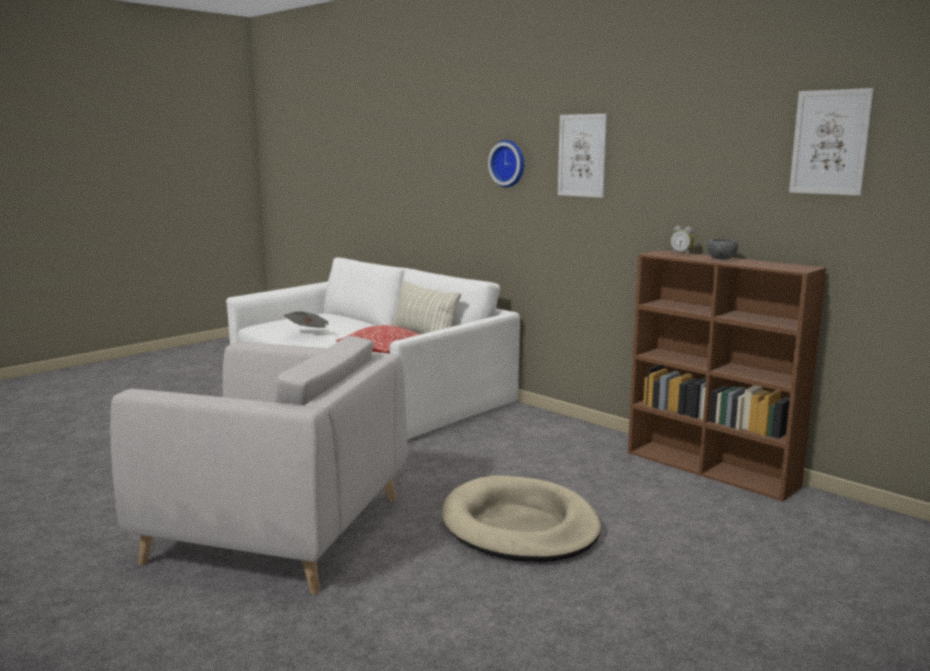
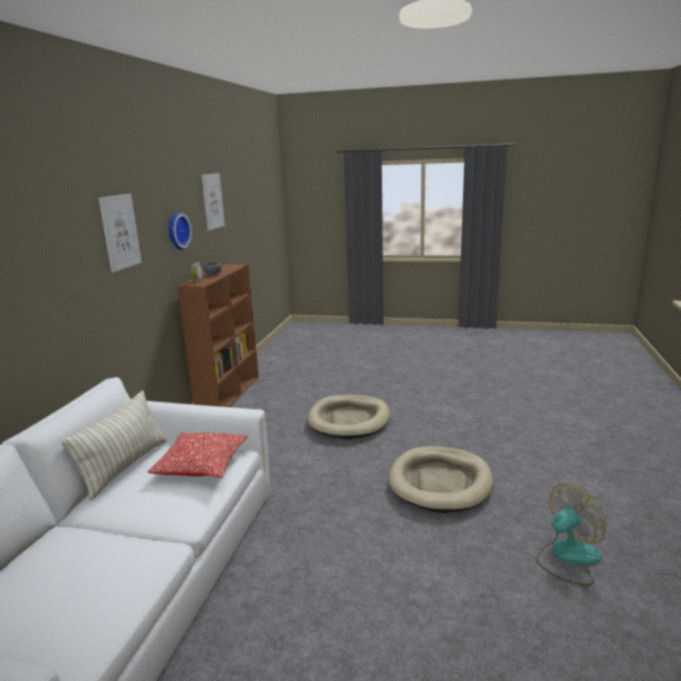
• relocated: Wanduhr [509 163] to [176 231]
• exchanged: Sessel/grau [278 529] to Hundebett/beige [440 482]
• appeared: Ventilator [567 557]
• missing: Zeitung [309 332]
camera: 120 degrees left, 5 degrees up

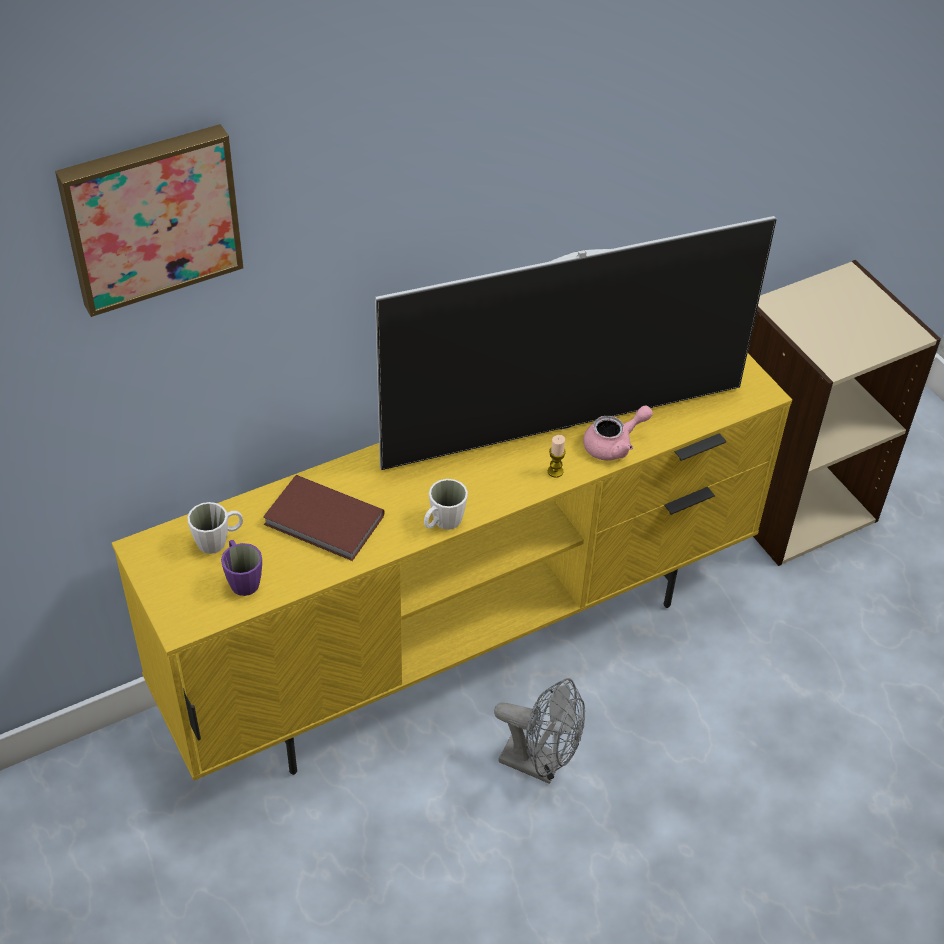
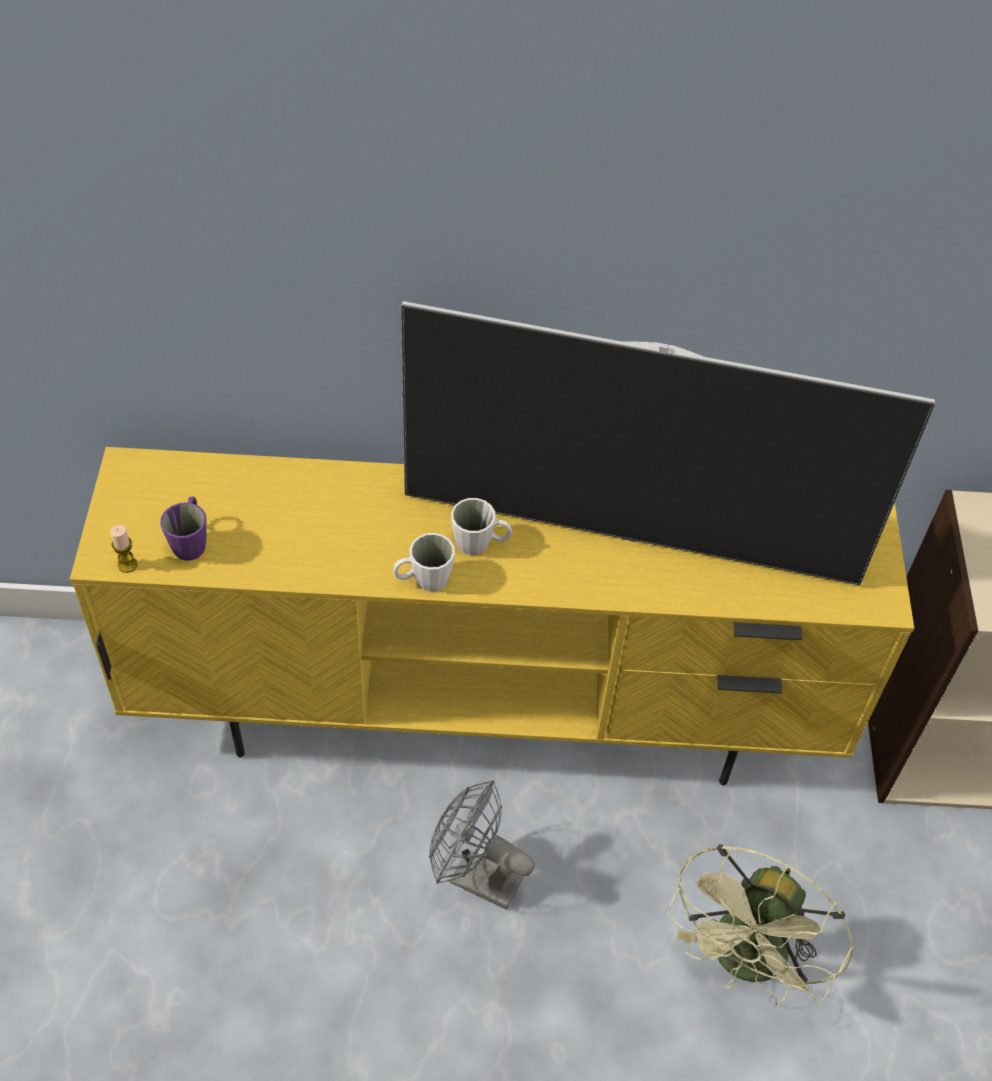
• relocated: Kerze [555 471] to [127 565]
• spun: Ventilator/grau [540 764] = [475 877] 150 degrees clockwise
• relocated: Henkelbecher/weiß [218 540] to [480 544]
• appeared: Ventilator/grün [745 963]
• missing: Bild [150 216]
• missing: Buch/braun [324 522]
• missing: Teekanne/rosa [614 445]
camera: 30 degrees right, 5 degrees up

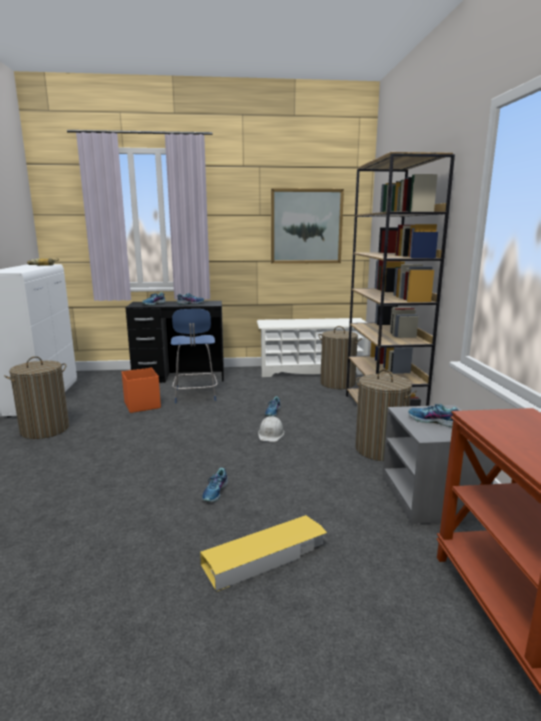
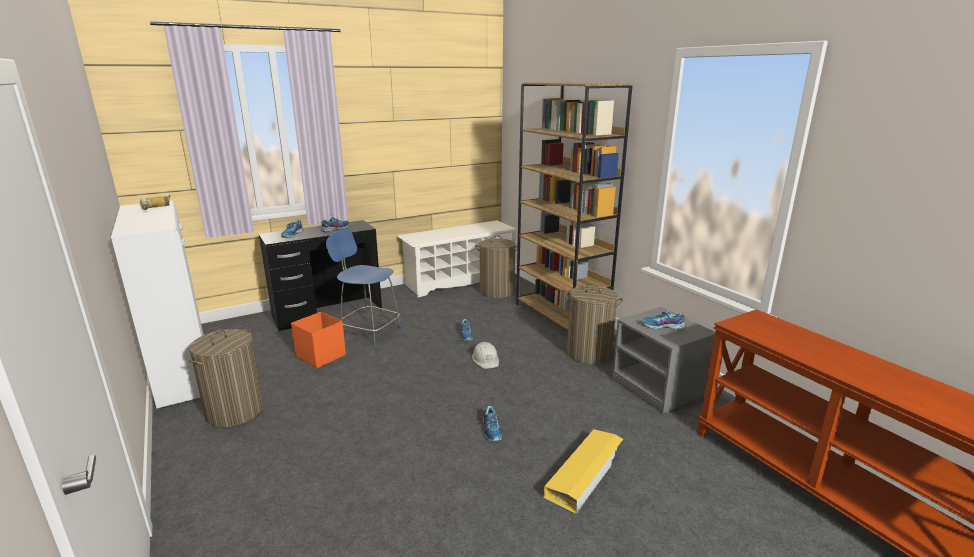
• spun: Stuhl/blau [195 395] = [369 332] 150 degrees clockwise
• missing: Bild [306 226]
camera: 25 degrees left, 5 degrees up

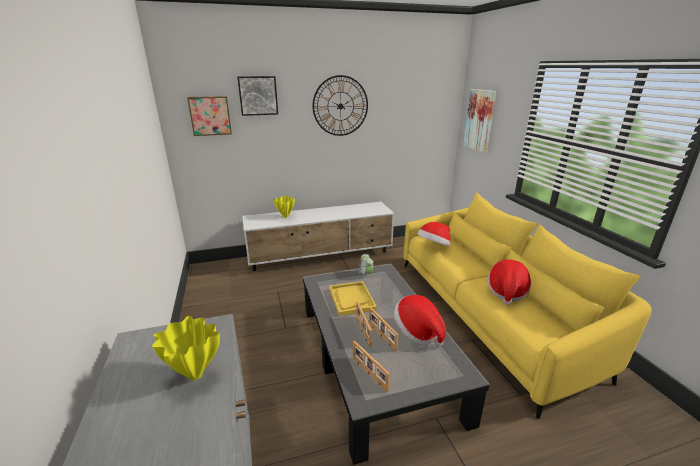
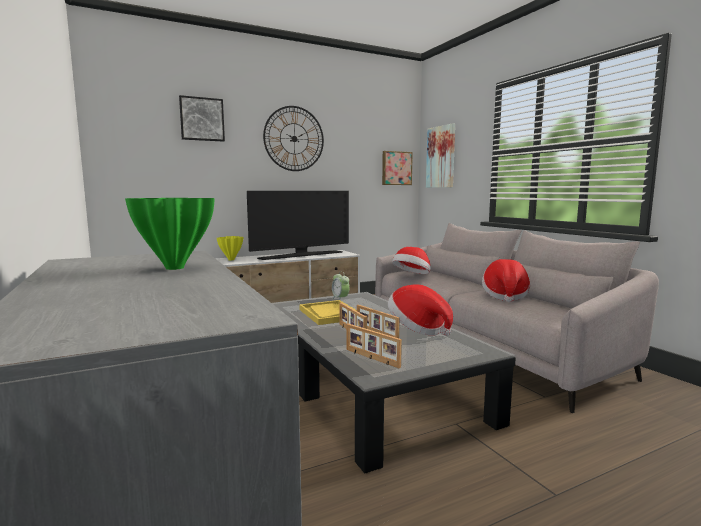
• colour: Vase/gelb [194 375] to Vase/grün [173 268]
• appeared: Fernseher [301 255]
• colour: Sofa/gelb [490 314] to Sofa/grau [486 342]
• relocated: Bild [210 115] to [396 168]
camera: 10 degrees left, 15 degrees down

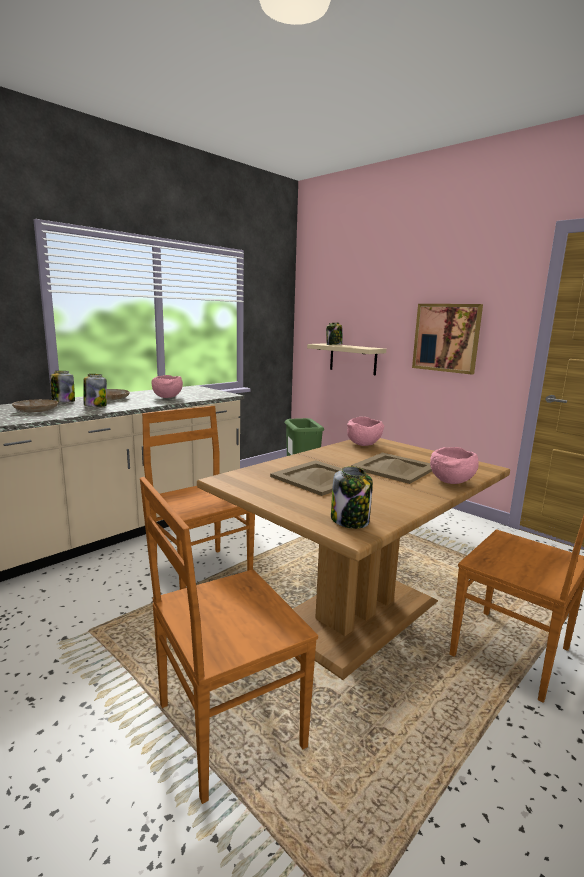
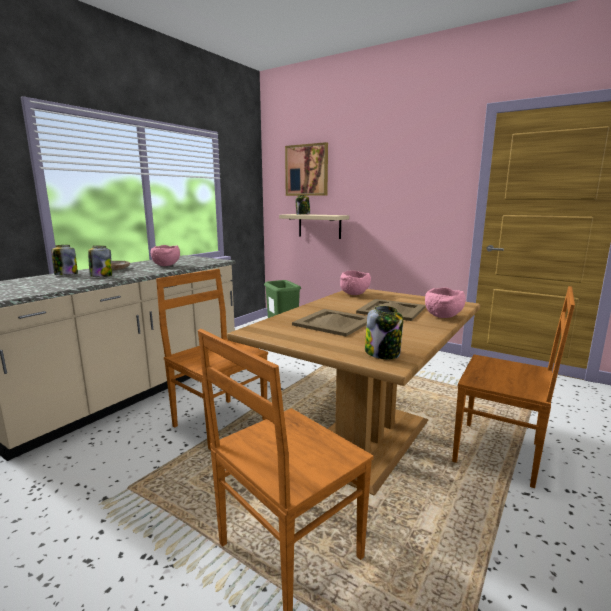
• relocated: Bild [446 338] to [307 170]
• missing: Teller/beige [36 410]
camera: 10 degrees left, 0 degrees up

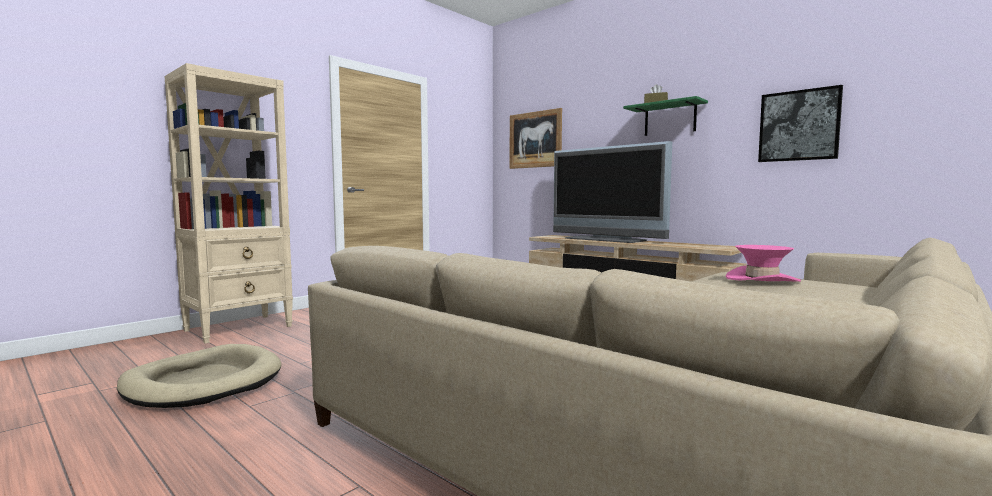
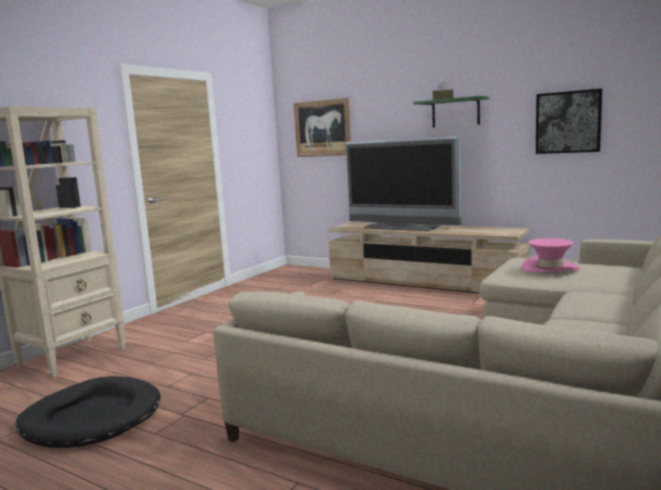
• colour: Hundebett/beige [203 382] to Hundebett/schwarz [92 417]
camera: 10 degrees left, 5 degrees up

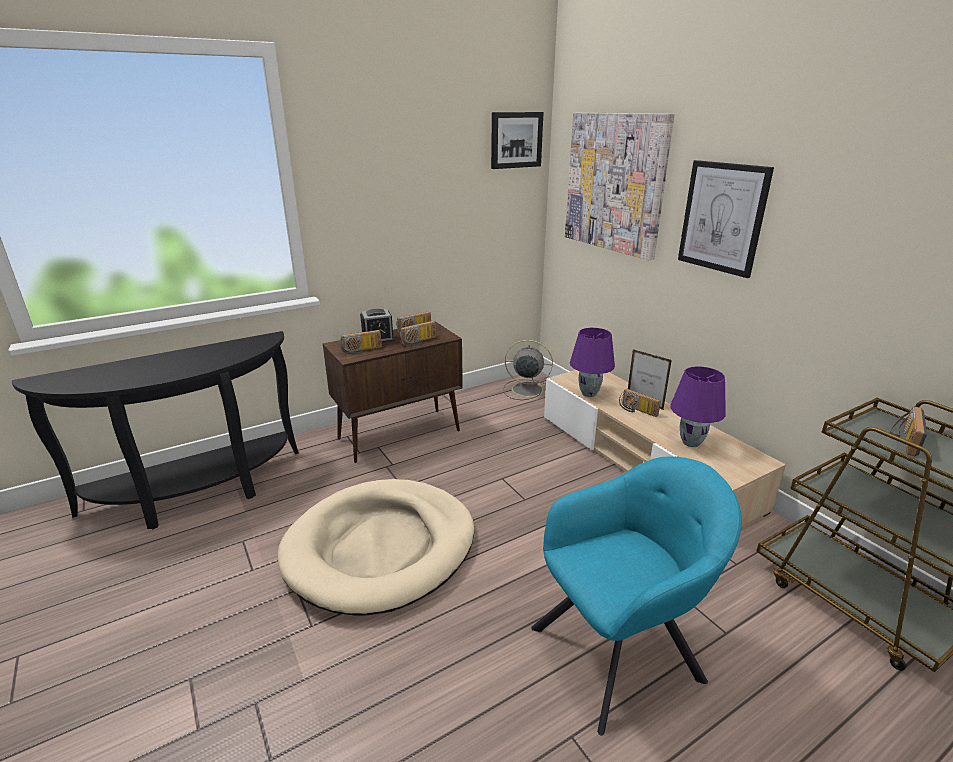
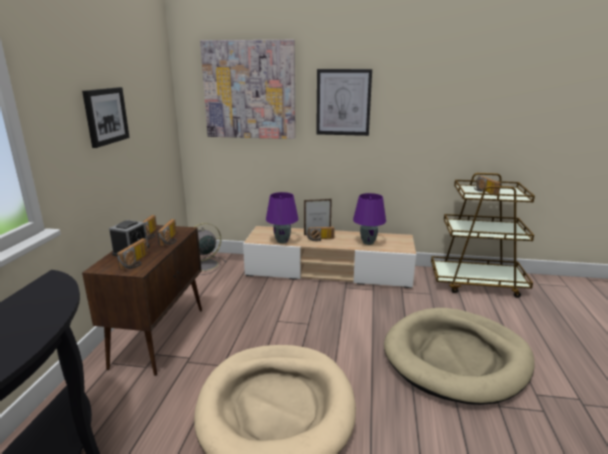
• relocated: Bild [516 140] to [105 116]
• exchanged: Sessel/türkis [621 650] to Hundebett/beige [456 358]
camera: 50 degrees left, 5 degrees down

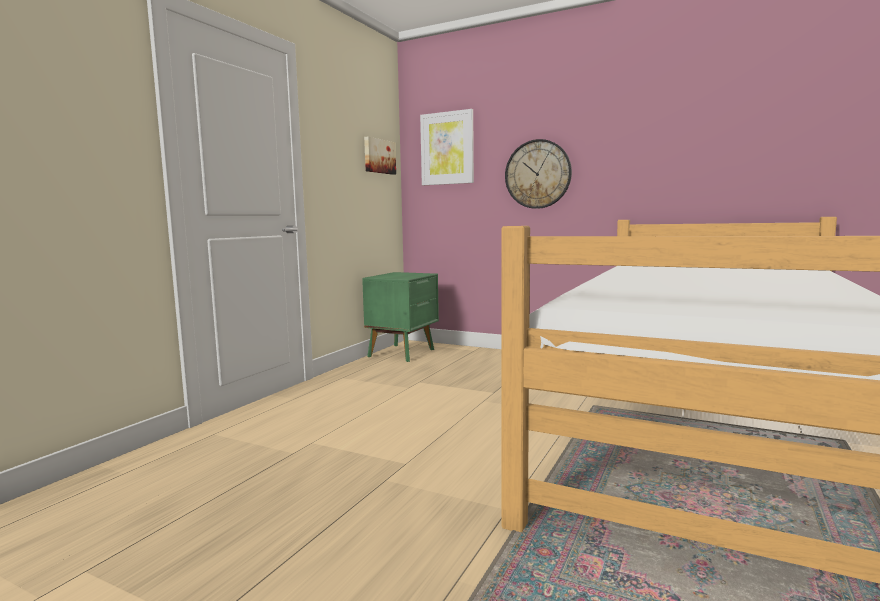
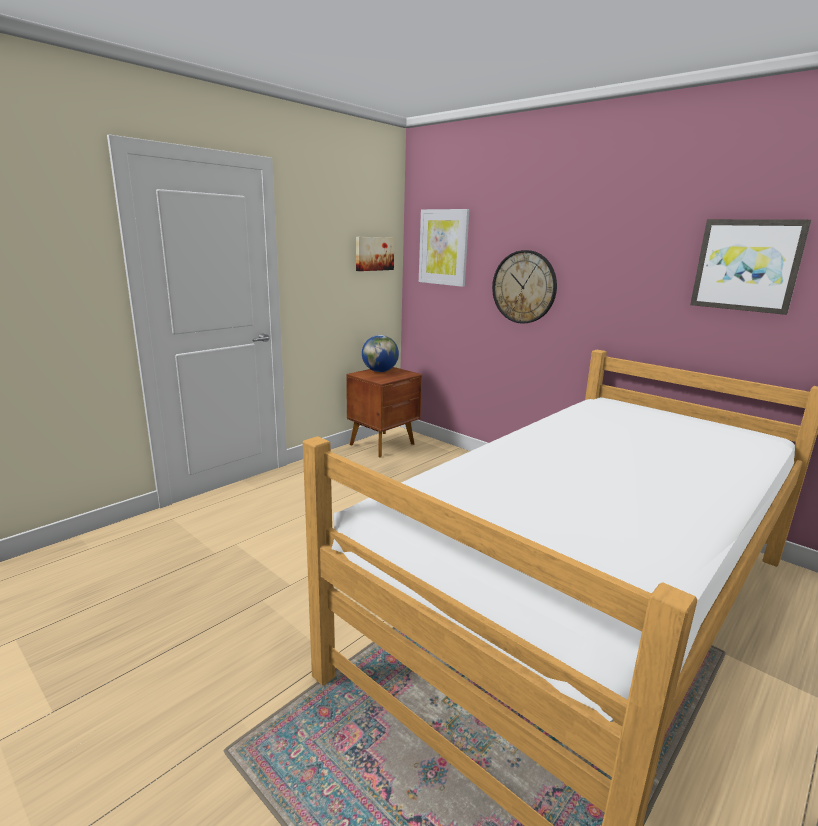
• colour: Nachttisch/grün [403 353] to Nachttisch/braun [383 444]
• appeared: Globus [380 371]
• appeared: Bild [746 265]
camera: 15 degrees right, 10 degrees up

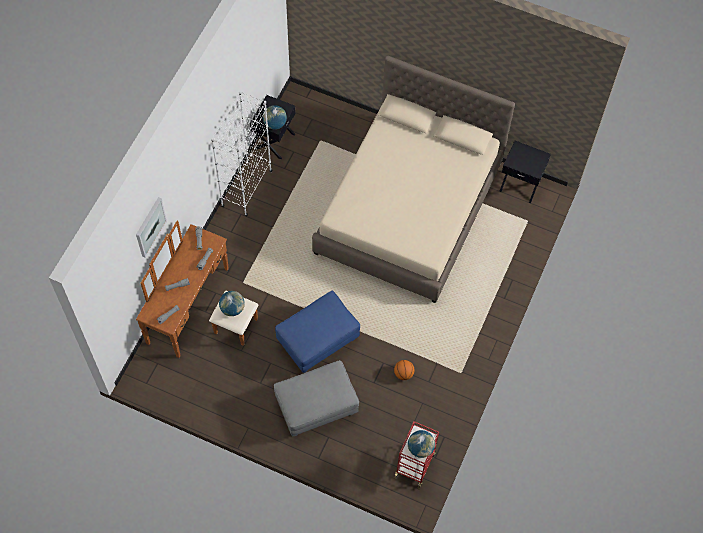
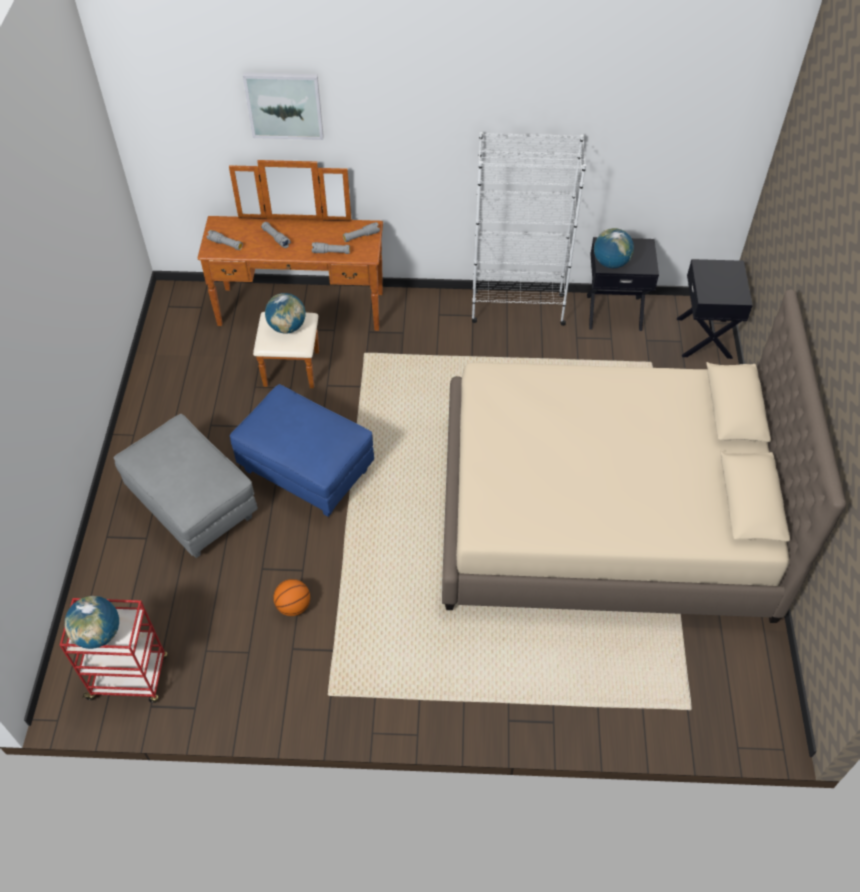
• relocated: Nachttisch/schwarz [520 184] to [705 338]
camera: 70 degrees right, 10 degrees down

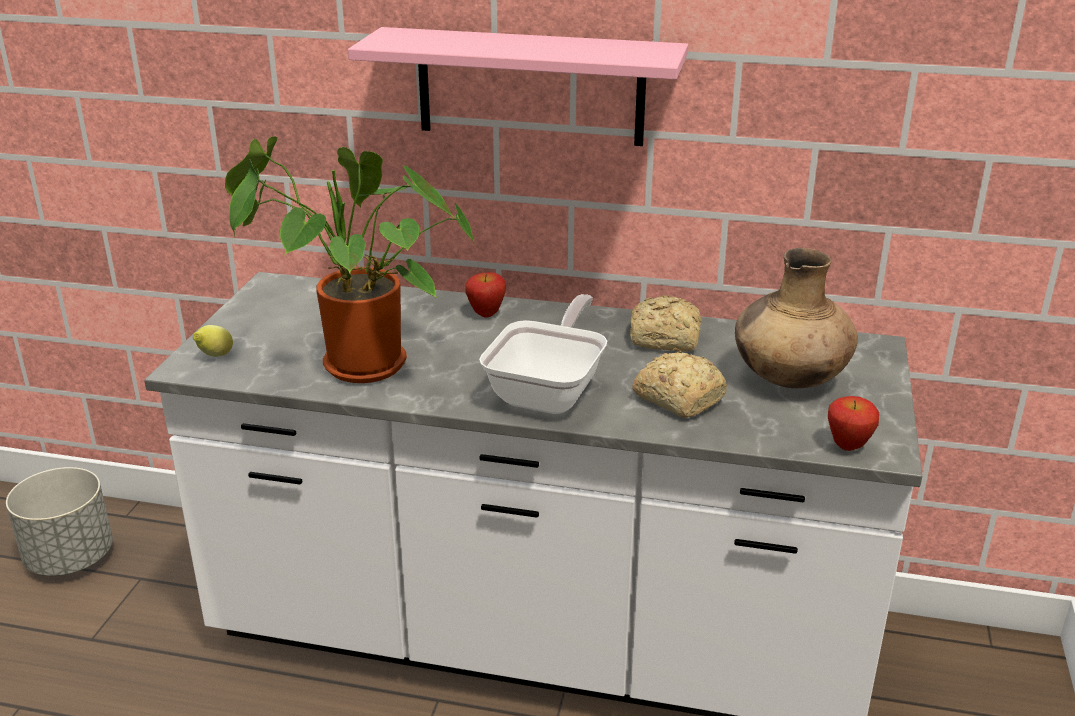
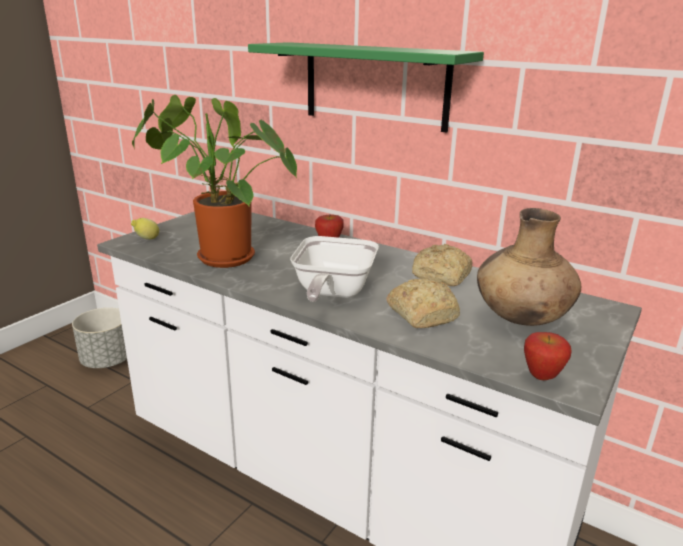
• colour: Wandregal/rosa [530 87] to Wandregal/grün [375 85]
• spun: Pfanne [550 391] = [332 293] 150 degrees clockwise
camera: 20 degrees right, 5 degrees down

